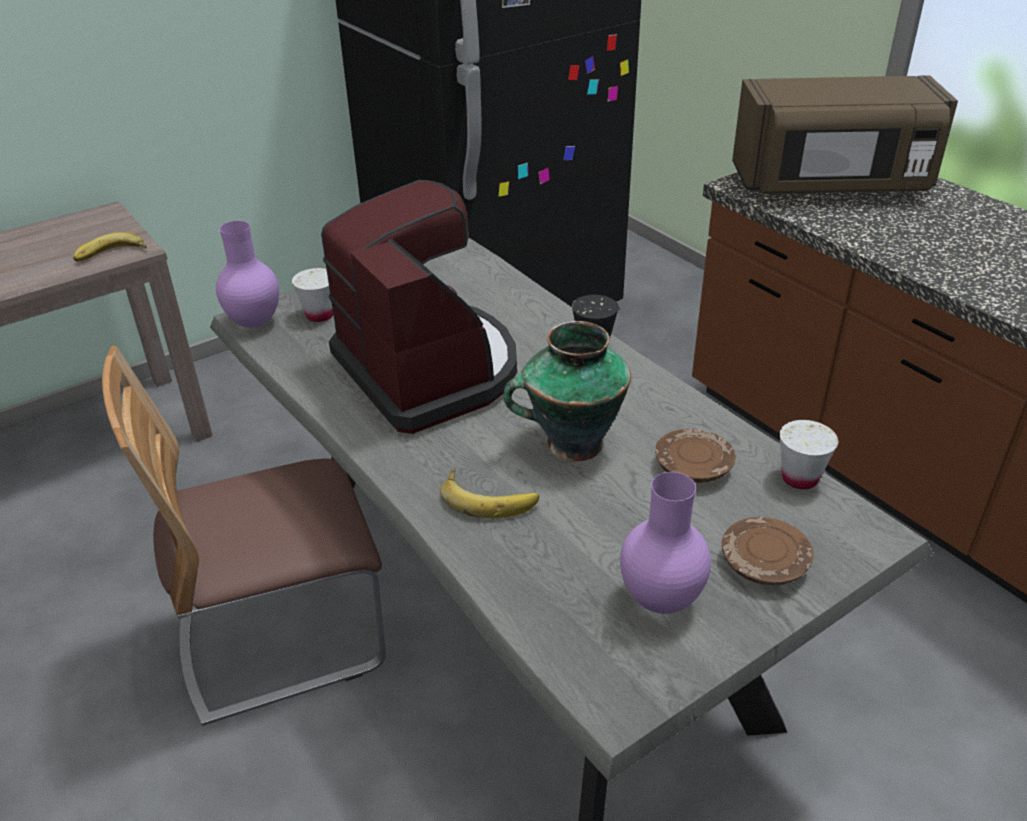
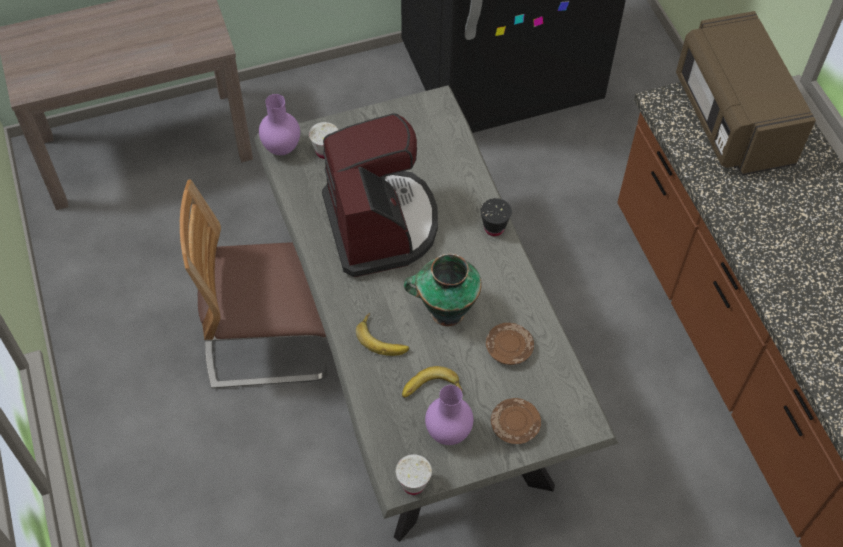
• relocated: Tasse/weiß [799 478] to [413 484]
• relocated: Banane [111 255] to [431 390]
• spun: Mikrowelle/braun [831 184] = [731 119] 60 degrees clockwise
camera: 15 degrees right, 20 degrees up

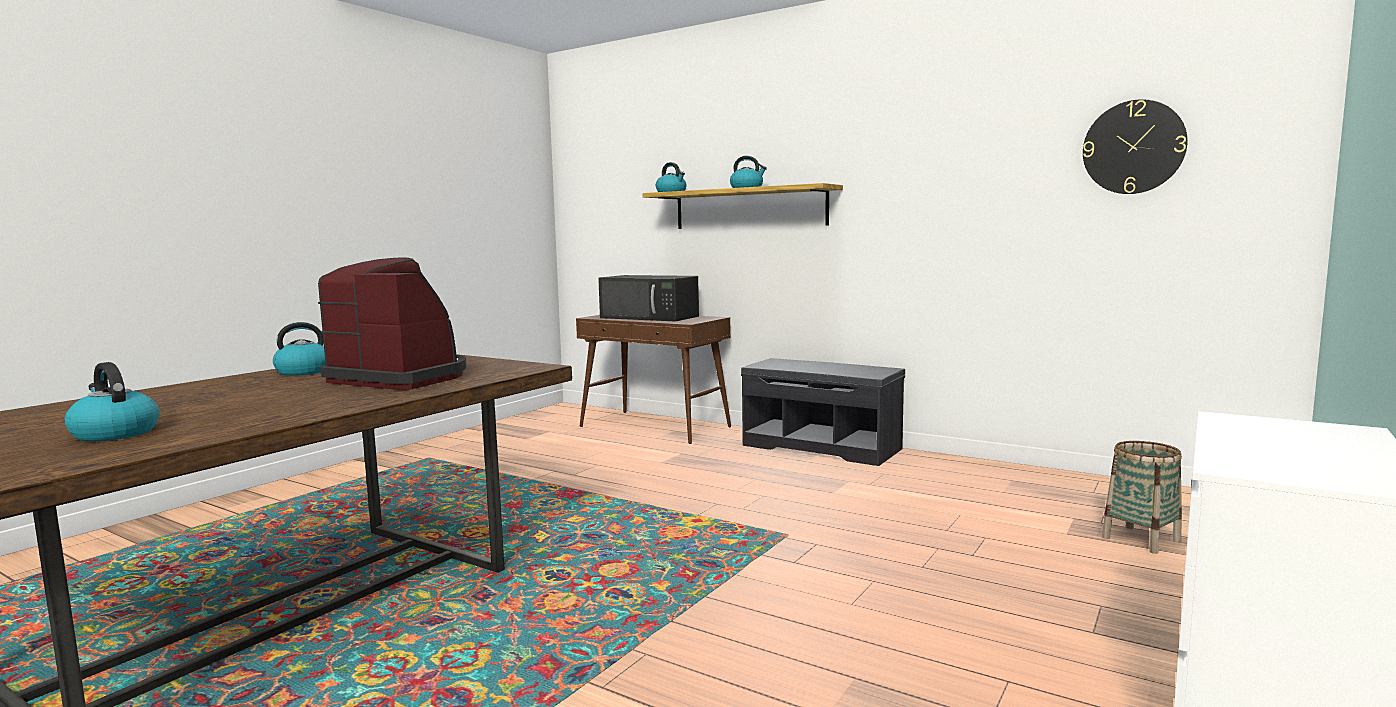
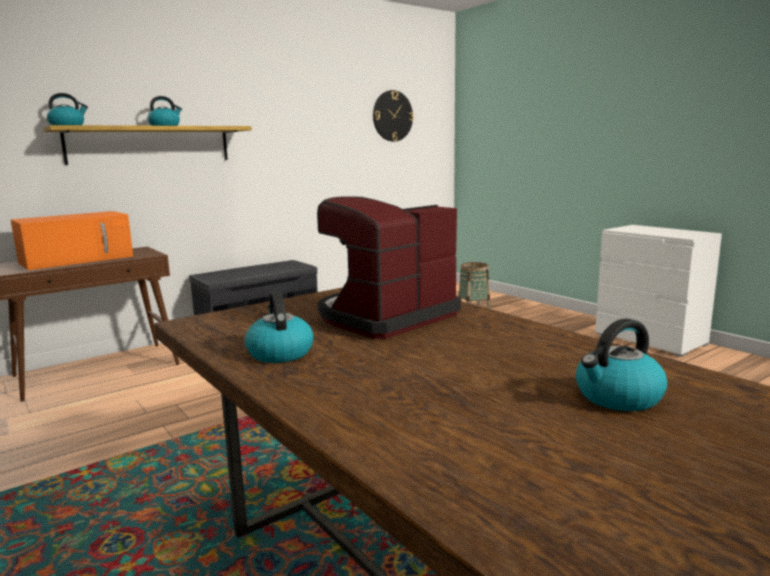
• colour: Mikrowelle/schwarz [650 317] to Mikrowelle/orange [78 259]
camera: 70 degrees left, 5 degrees up

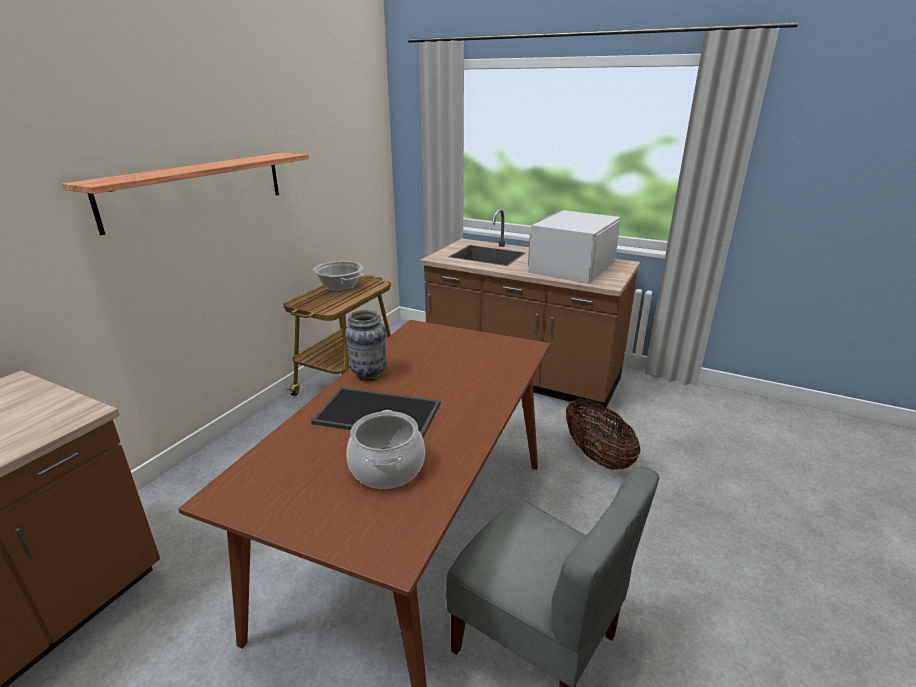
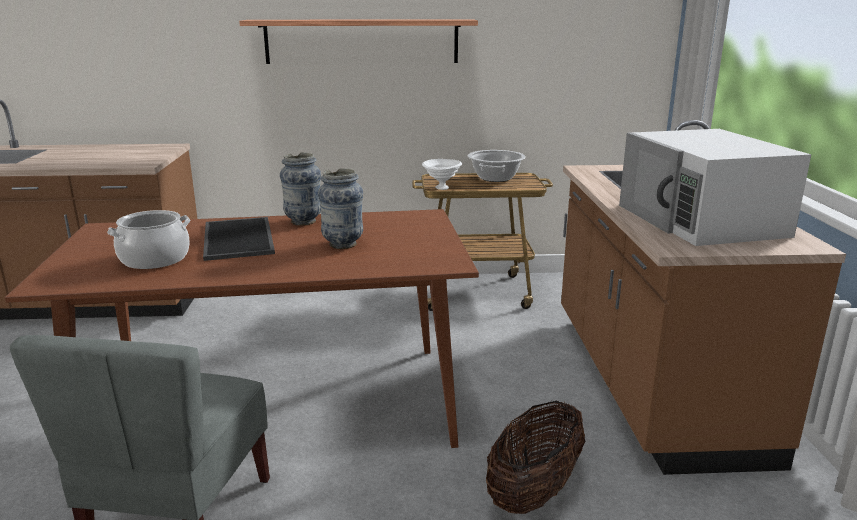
• appeared: Vase [343 244]
• appeared: Schüssel/weiß [442 188]
• spun: Mikrowelle/weiß [571 267] = [701 220] 105 degrees counterclockwise
camera: 60 degrees right, 5 degrees down

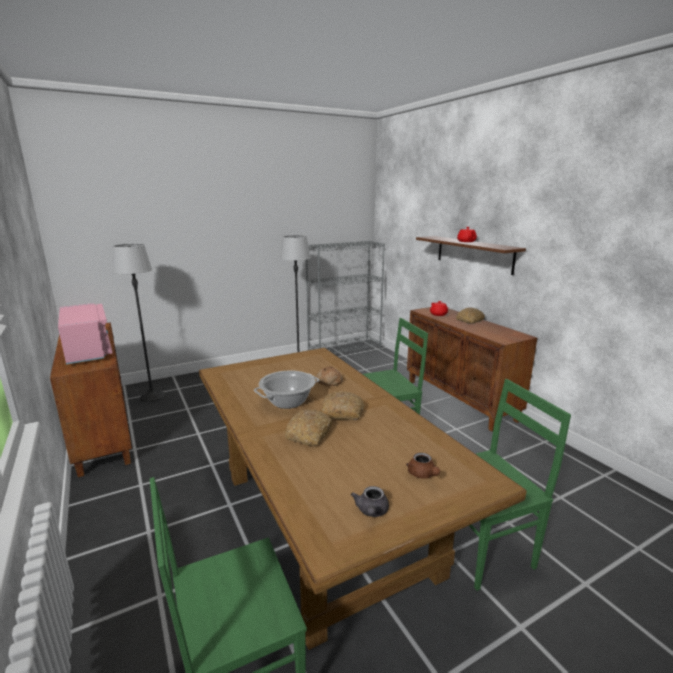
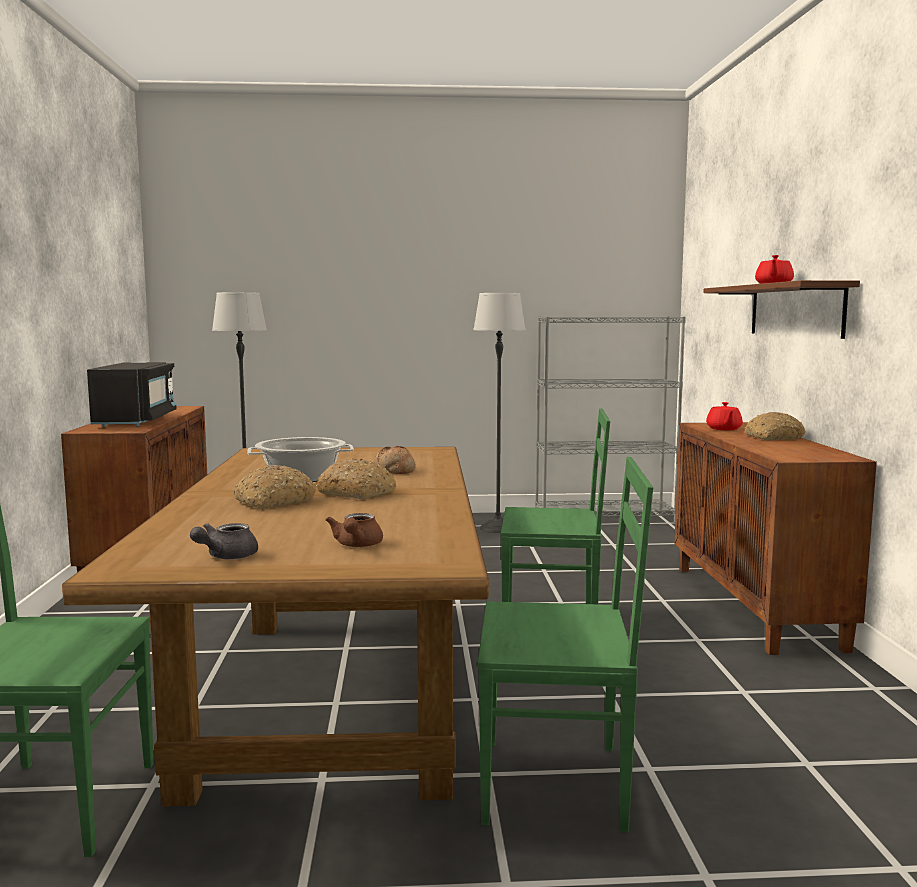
• colour: Mikrowelle/rosa [88 351] to Mikrowelle/schwarz [136 421]
camera: 25 degrees right, 10 degrees down

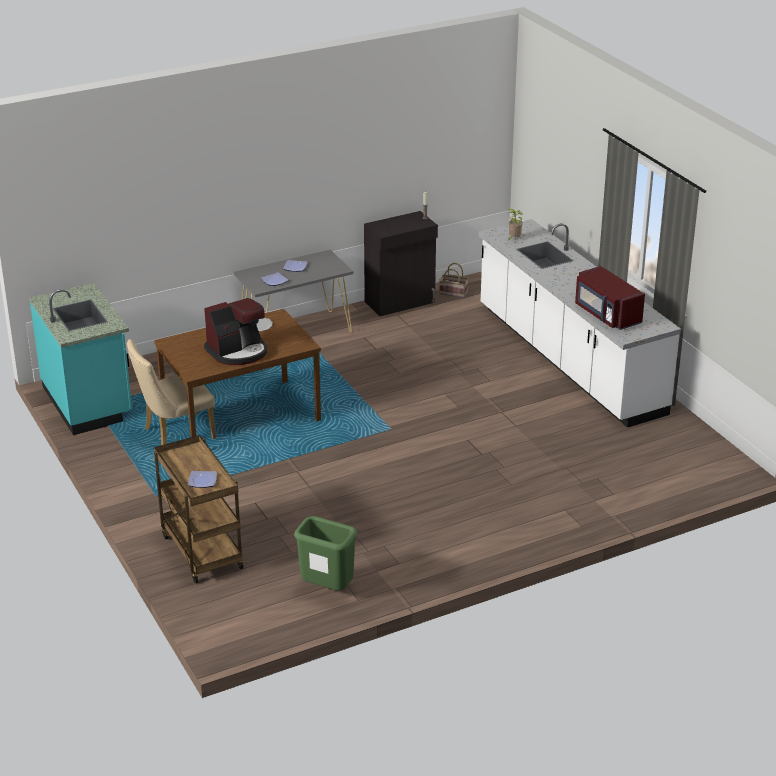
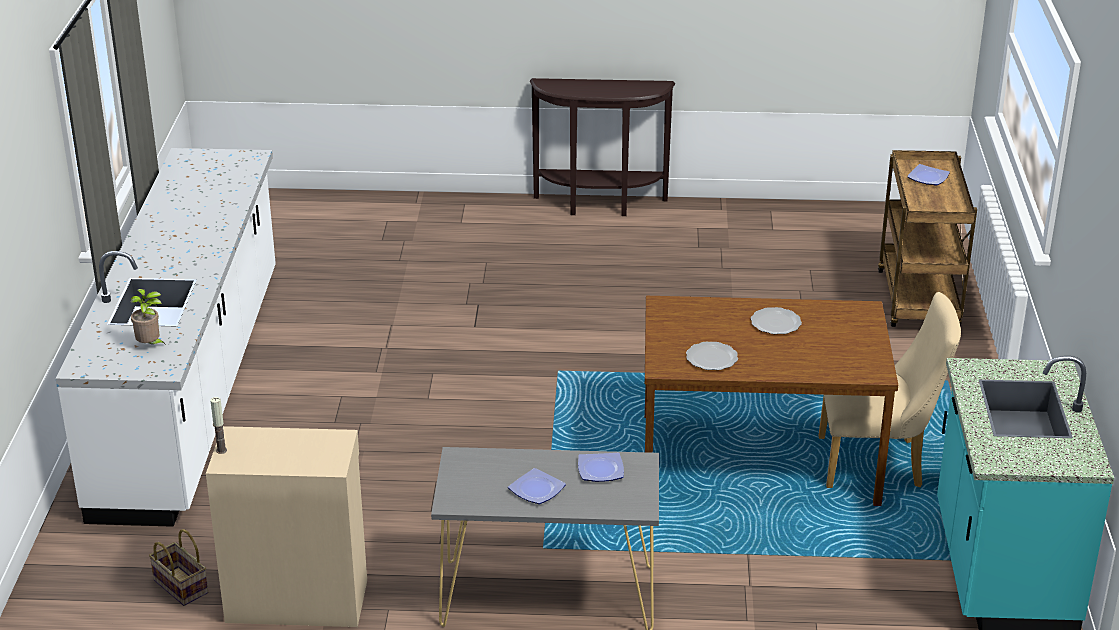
• colour: Schrank/schwarz [400 302] to Schrank/beige [296 599]
• appeared: Konsolentisch/braun [600 206]
• exchanged: Kaffeemaschine [238 352] to Teller [775 323]
• missing: Mülleimer/grün [327 589]
• missing: Mikrowelle/rot [606 314]
camera: 150 degrees left, 0 degrees up

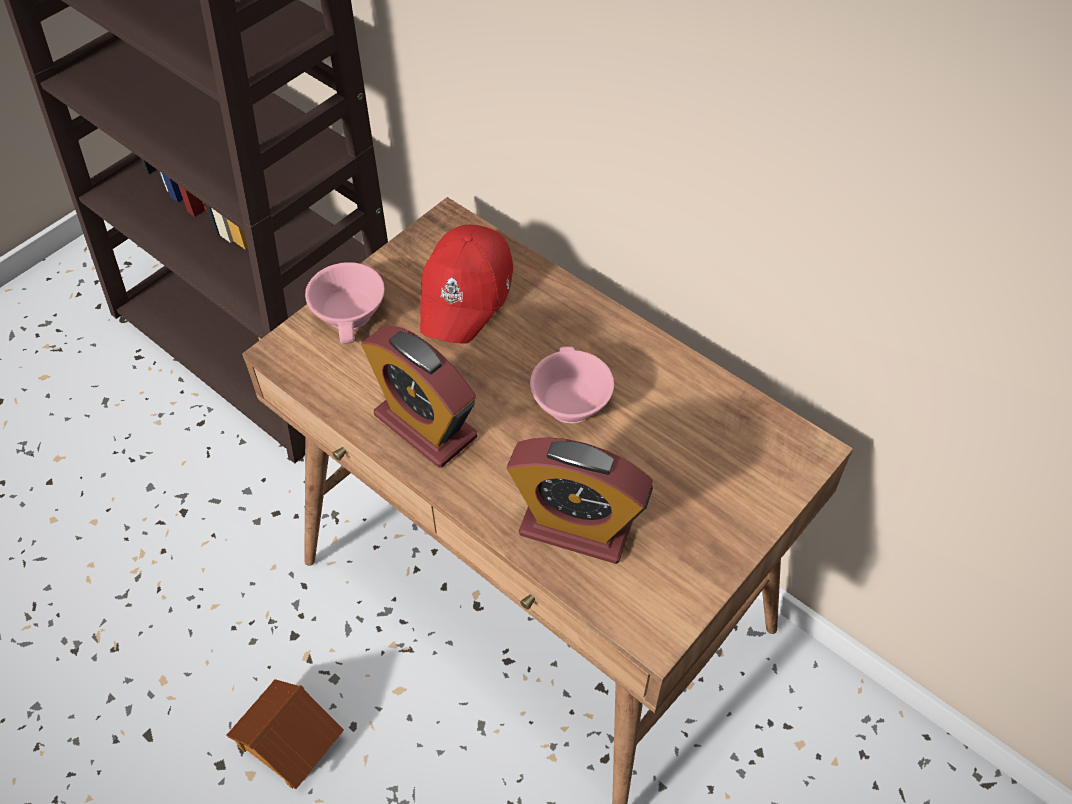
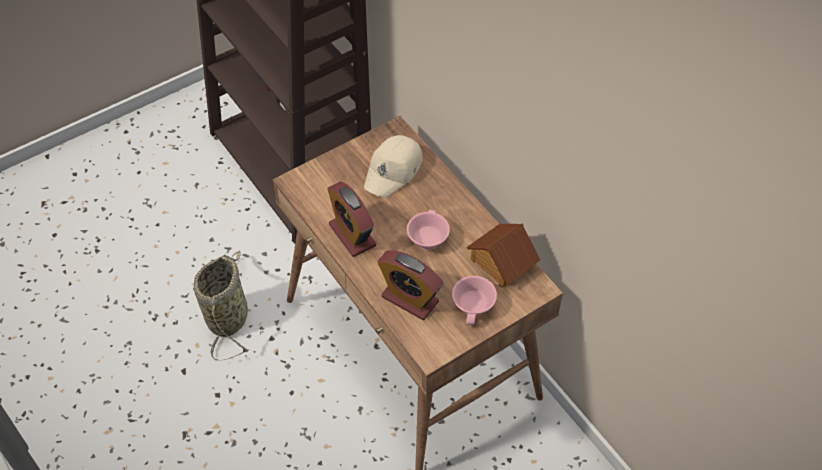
• appeared: Korb [228 316]
• colour: Kappe/rot [467 293] to Kappe/beige [394 171]
• relocated: Tasse/rosa [352 315] to [475 306]
• relocated: Spielzeughaus [287 741] to [501 262]
camera: 15 degrees right, 0 degrees up

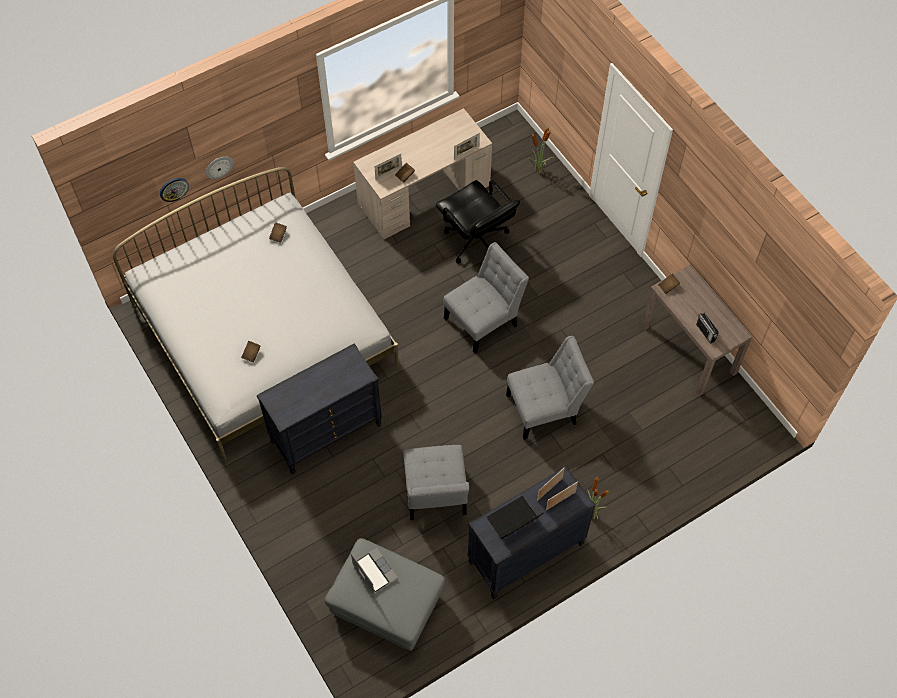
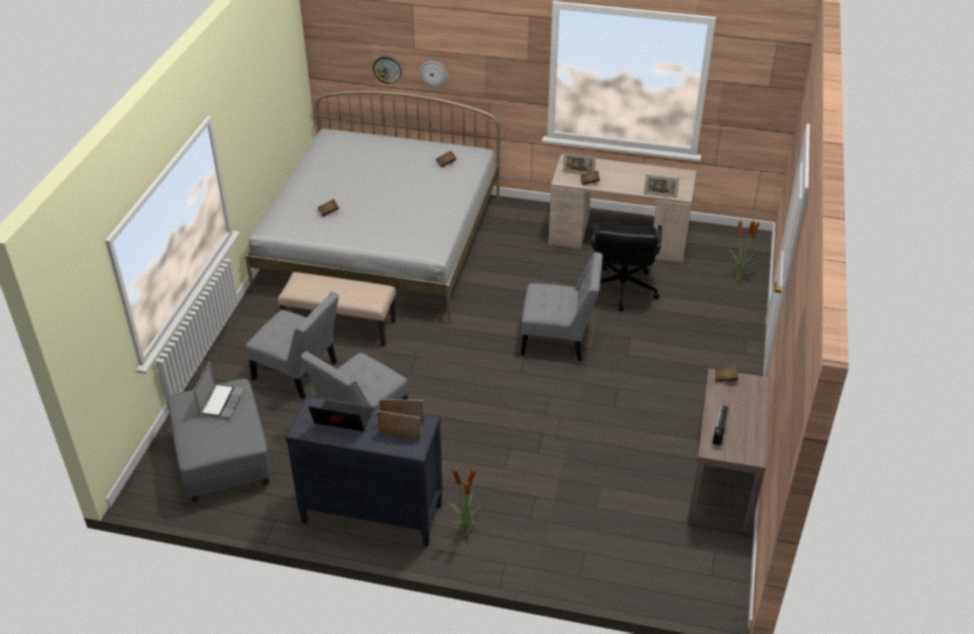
• relocated: Stuhl/grau [545 408] to [299 373]
• exchanged: Kommode/schwarz [326 432] to Bank/beige [341 326]
camera: 45 degrees right, 20 degrees down

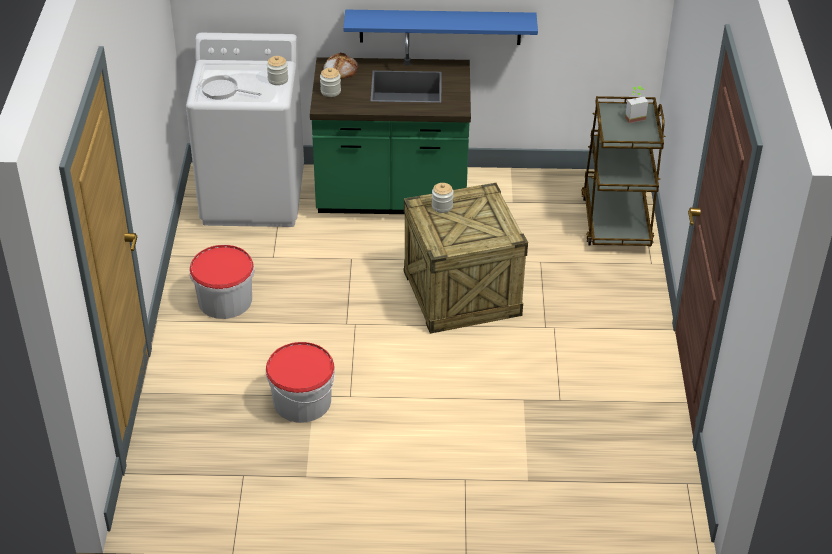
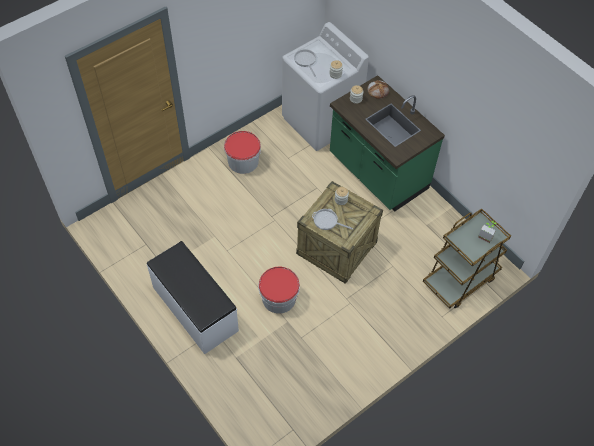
• appeared: Bank/weiß [194 309]
• relocated: Eimer [302 401] to [279 298]
• appeared: Pfanne [327 221]
• missing: Wandregal/blau [440 27]
camera: 50 degrees right, 15 degrees up

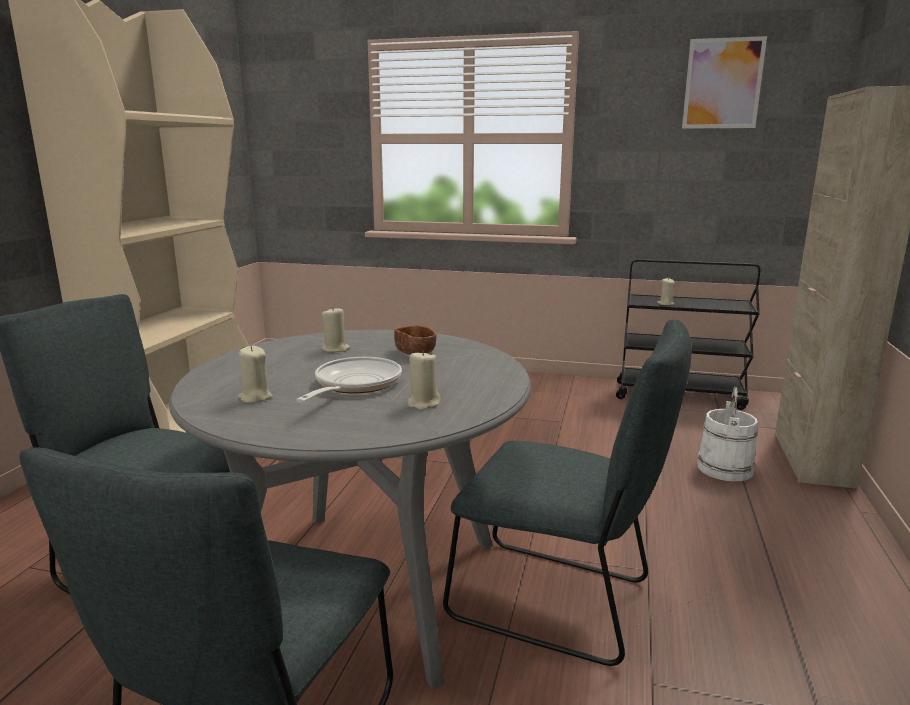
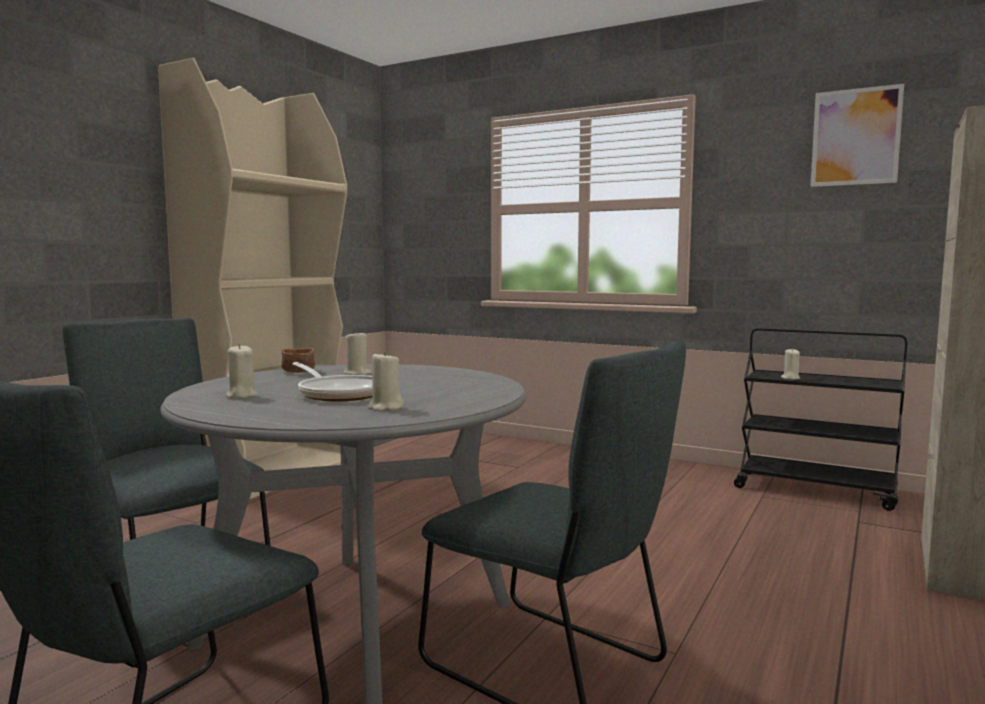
• relocated: Schüssel/braun [415 352] to [298 371]
• spun: Pfanne [354 385] = [339 394] 105 degrees clockwise
• missing: Eimer/weiß [725 468]
camera: 15 degrees right, 10 degrees down

